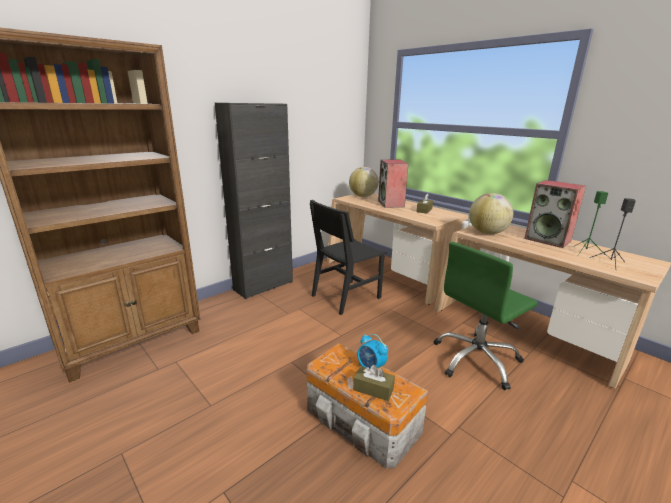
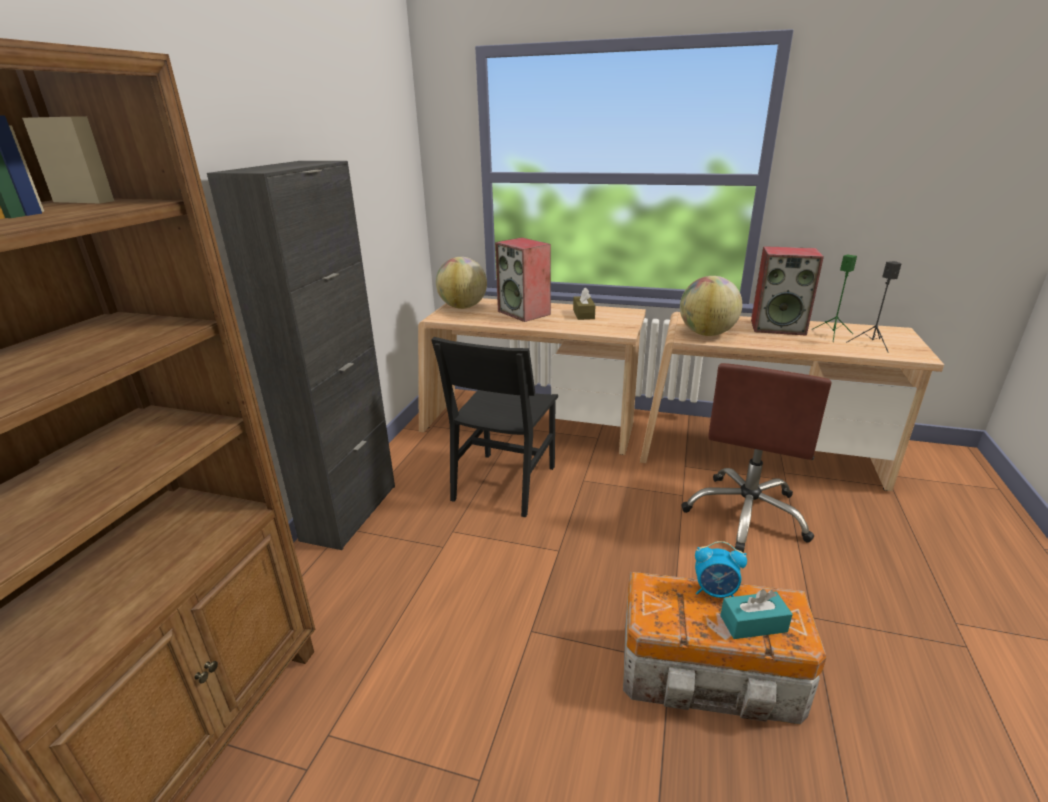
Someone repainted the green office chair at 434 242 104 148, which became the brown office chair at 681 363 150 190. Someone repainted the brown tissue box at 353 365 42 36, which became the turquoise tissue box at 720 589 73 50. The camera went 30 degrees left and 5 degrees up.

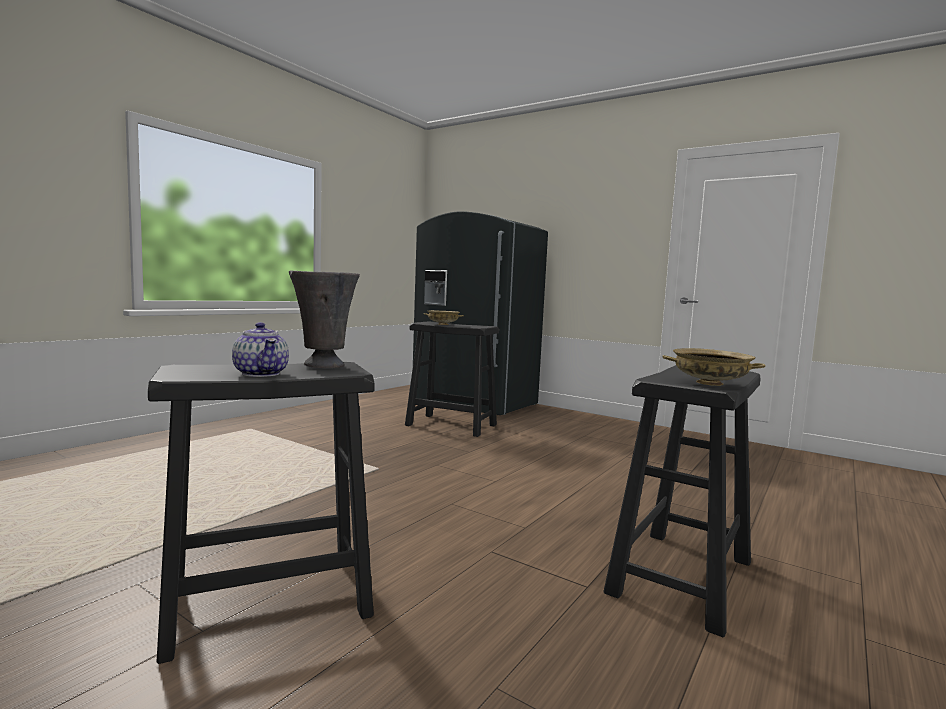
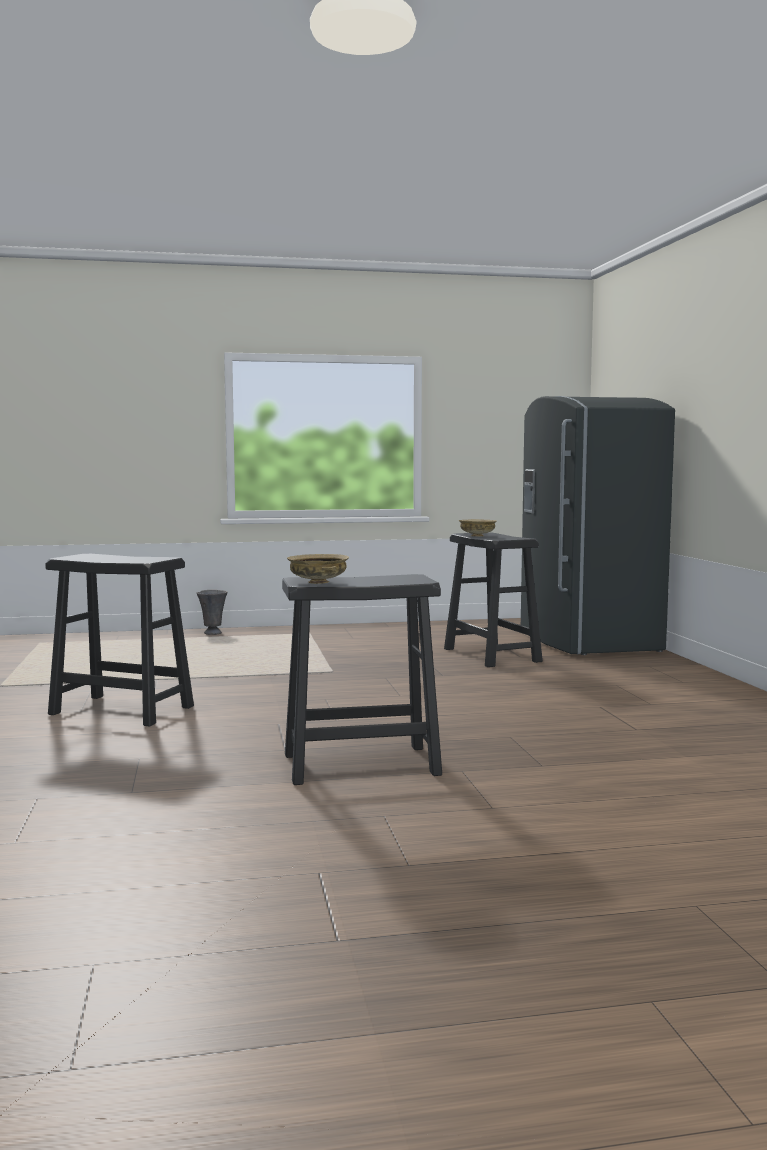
Someone carried the grey vase from 289 270 71 99 to 197 590 30 45. Someone took away the teapot at 232 322 57 55. The camera went 45 degrees right and 0 degrees up.

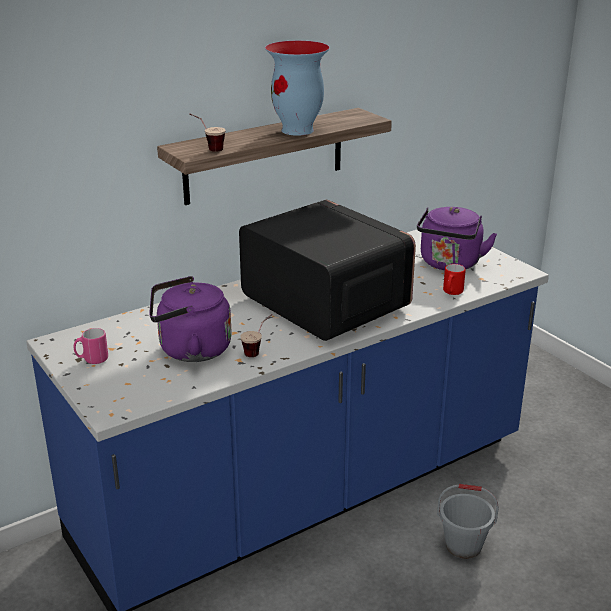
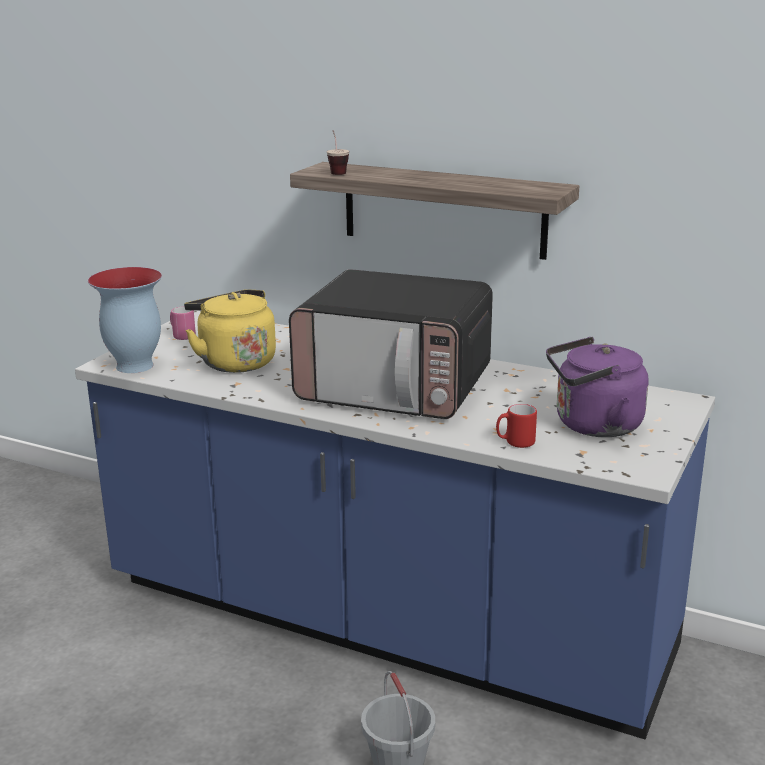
Someone carried the vase from 265 40 65 96 to 88 267 74 106. Someone rotated the microwave at 239 200 177 141 by 90 degrees clockwise. Someone repainted the purple kettle at 149 276 83 86, which became the yellow kettle at 184 289 92 84. Someone took away the cup at 240 314 32 43. The camera went 60 degrees right and 5 degrees down.

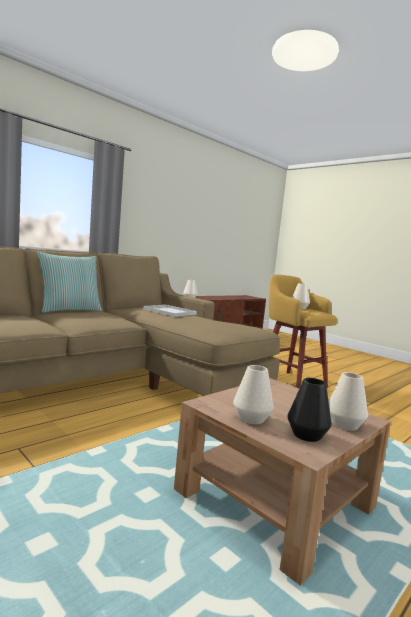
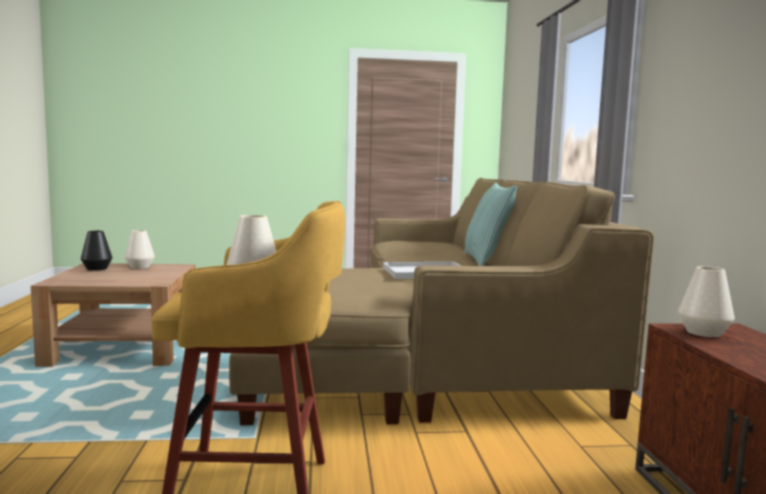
Someone took away the white vase at 329 372 39 59. The camera went 130 degrees right and 0 degrees up.

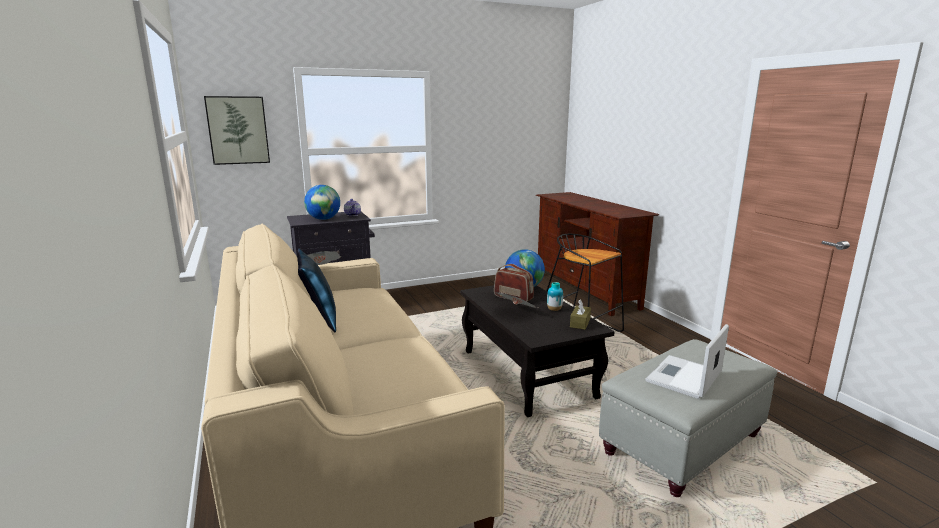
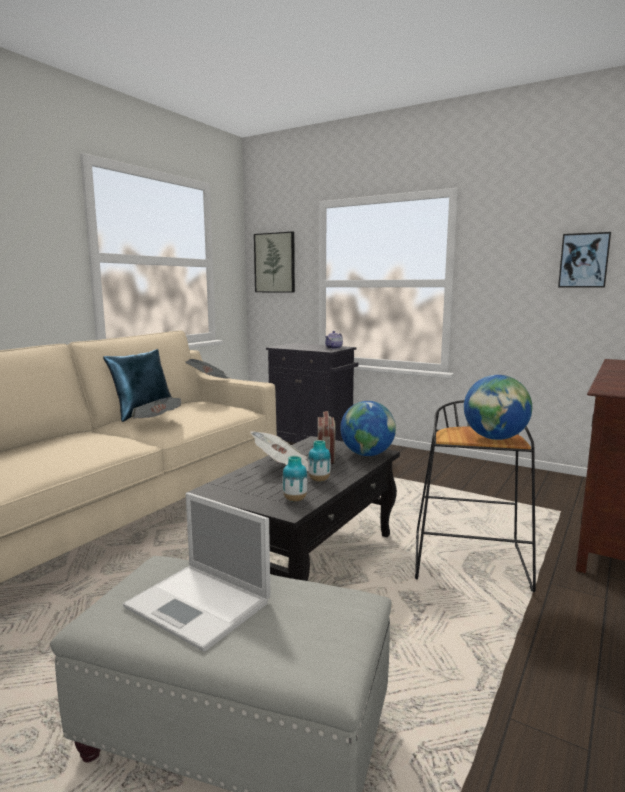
Someone carried the globe from 304 185 36 35 to 464 375 68 65. Someone swapped the brown tissue box at 570 299 21 31 for the vase at 283 456 24 46. Someone rotated the laptop at 646 324 83 75 by 150 degrees counterclockwise. Someone put up the picture at 558 232 53 55. Someone put down the newspaper at 131 397 50 22. The camera went 55 degrees right and 5 degrees down.

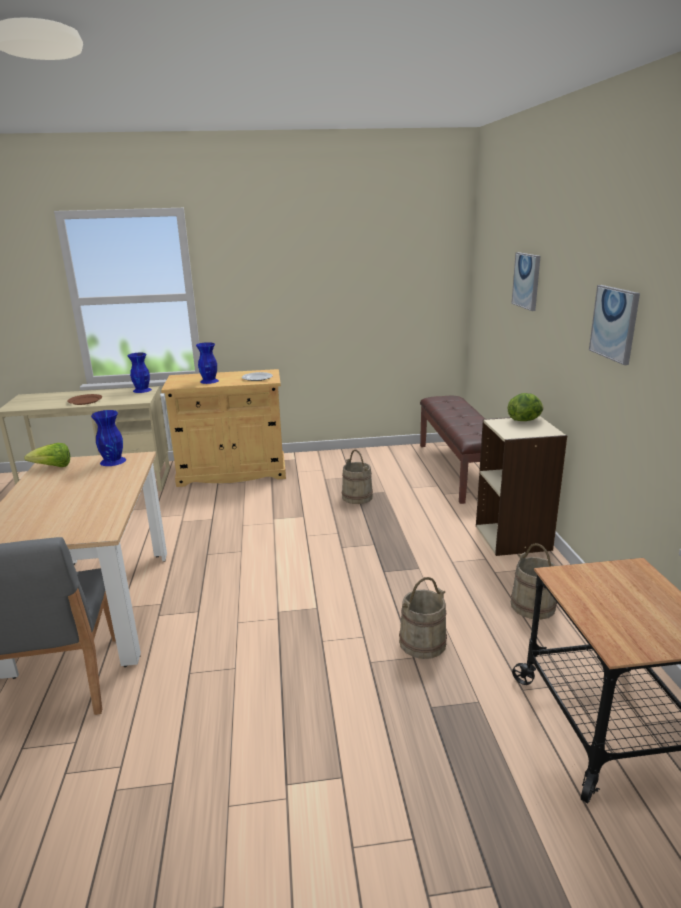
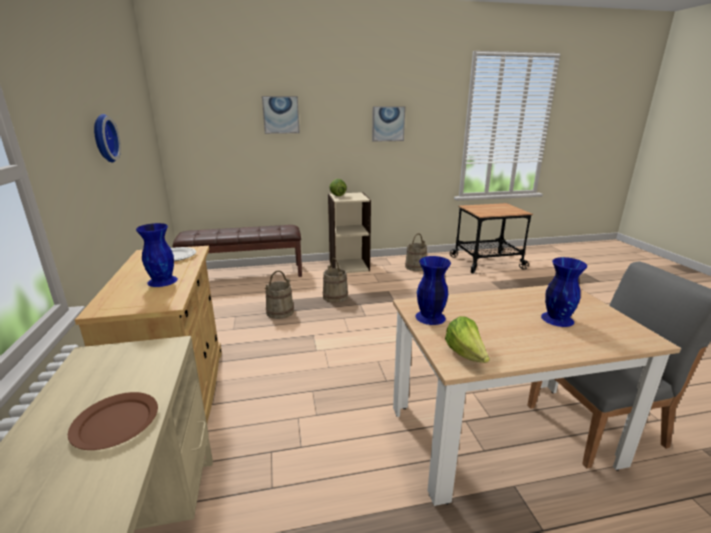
Someone carried the blue vase from 128 353 24 40 to 541 257 46 70. Someone carried the beige bucket from 399 577 48 82 to 323 258 25 45. Someone put up the wall clock at 94 114 27 48. The camera went 95 degrees left and 0 degrees up.

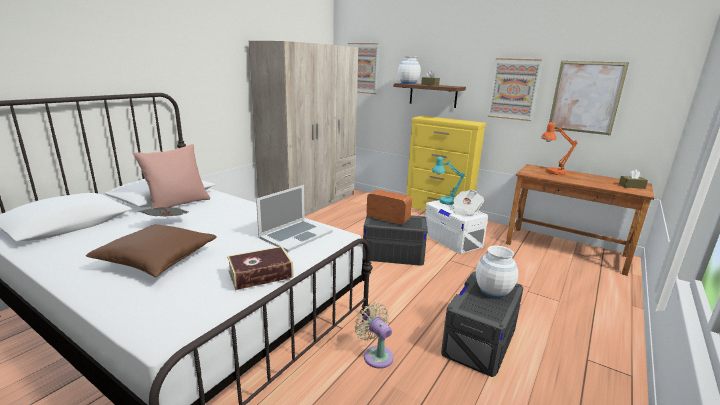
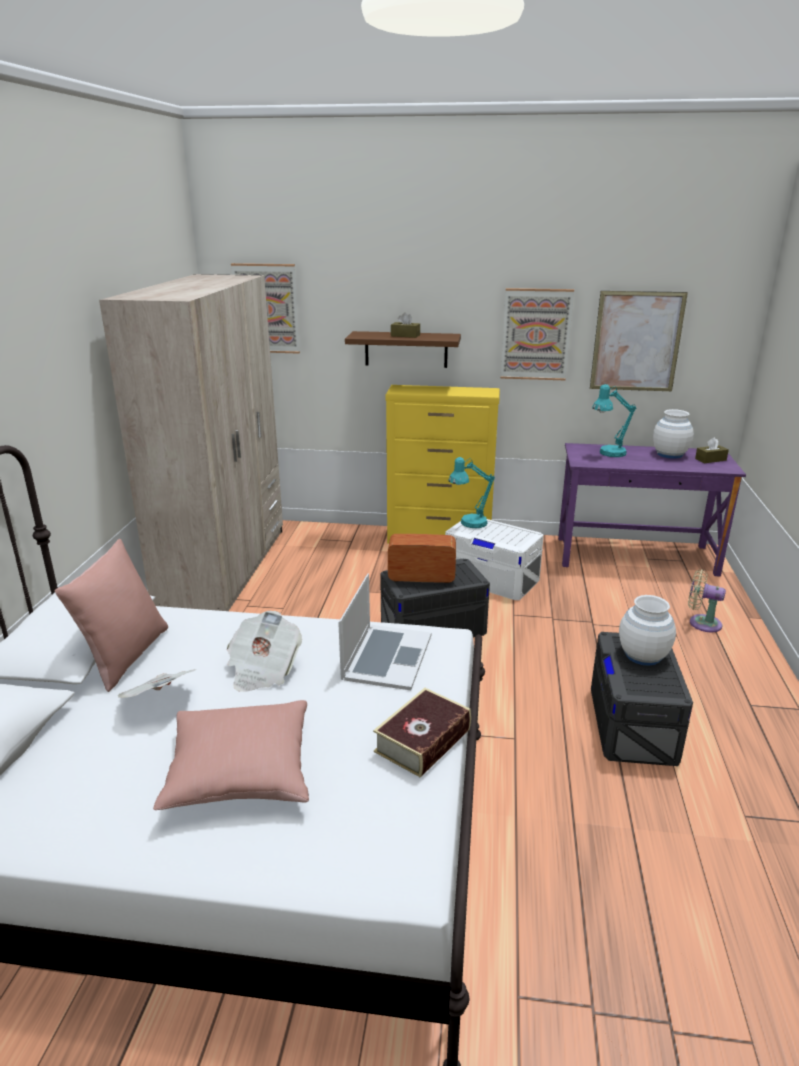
Someone carried the white vase from 398 56 23 28 to 653 409 41 50. Someone repainted the orange table lamp at 541 122 37 53, which became the turquoise table lamp at 592 384 44 73. Someone repainted the brown desk at 506 164 148 112, which became the purple desk at 558 443 188 134. Someone carried the newspaper from 452 190 32 25 to 227 611 75 81. Someone repainted the brown pillow at 86 224 130 53, which became the pink pillow at 153 700 156 110. Someone carried the beige fan from 355 302 39 67 to 688 569 38 64. The camera went 25 degrees left and 5 degrees up.

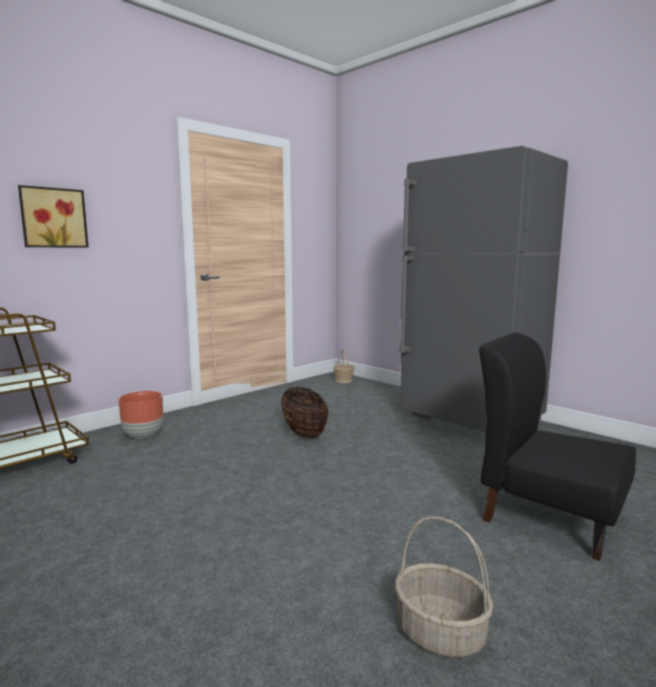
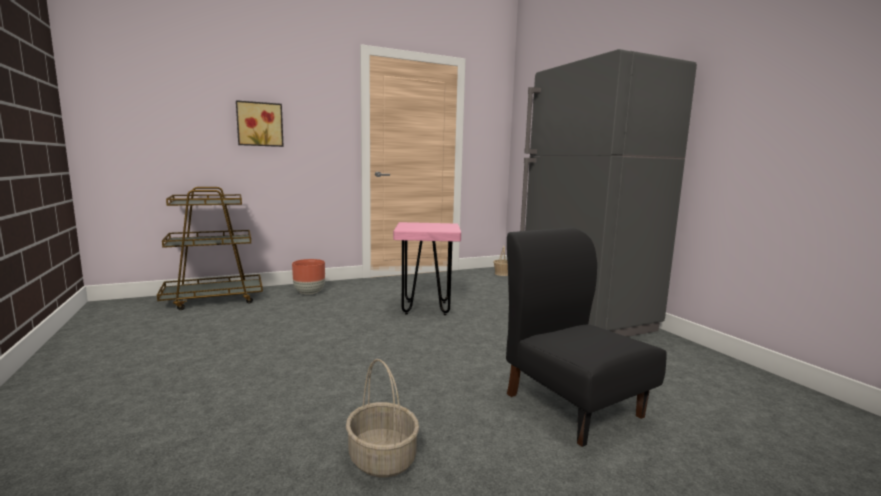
Someone swapped the basket at 281 387 47 51 for the pink stool at 393 222 68 93. The camera went 20 degrees right and 0 degrees up.

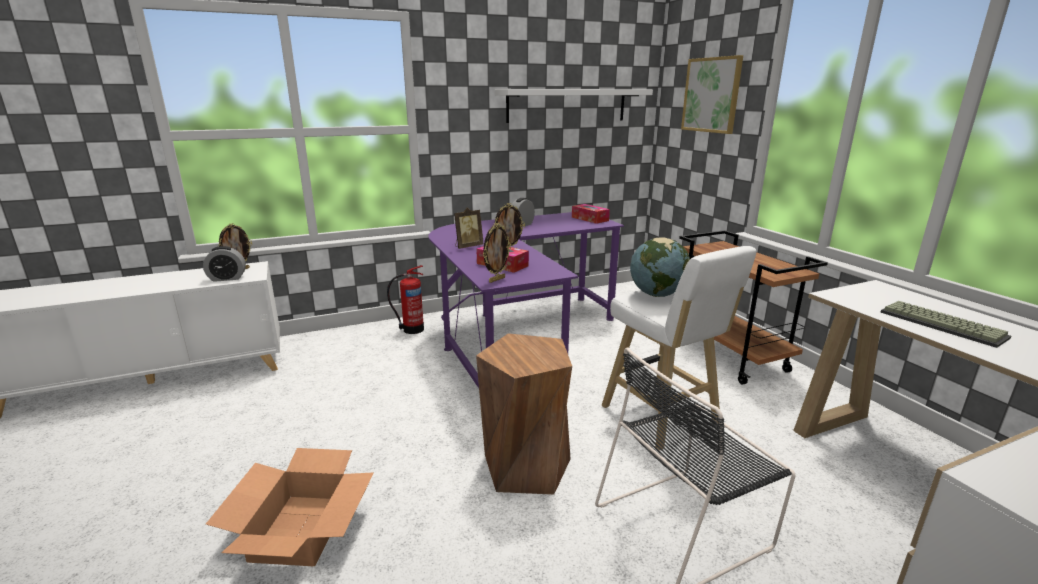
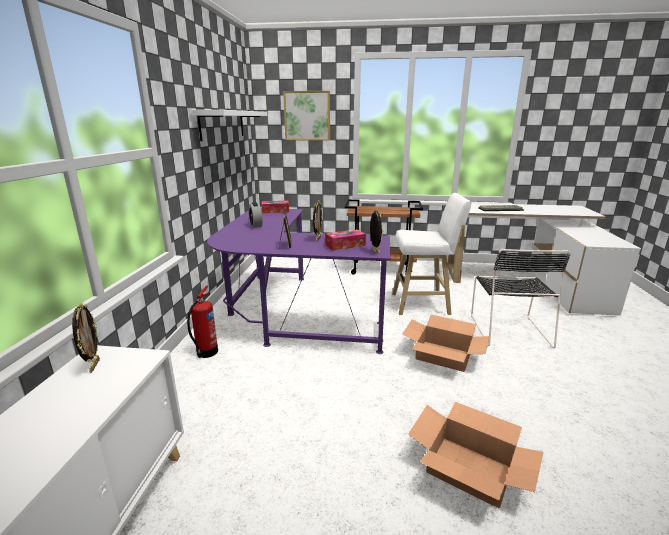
Someone took away the globe at 630 237 60 60. Someone took away the alarm clock at 203 246 43 36. Someone swapped the brown stool at 476 333 96 162 for the cardboard box at 402 315 88 57. The camera went 60 degrees left and 0 degrees up.

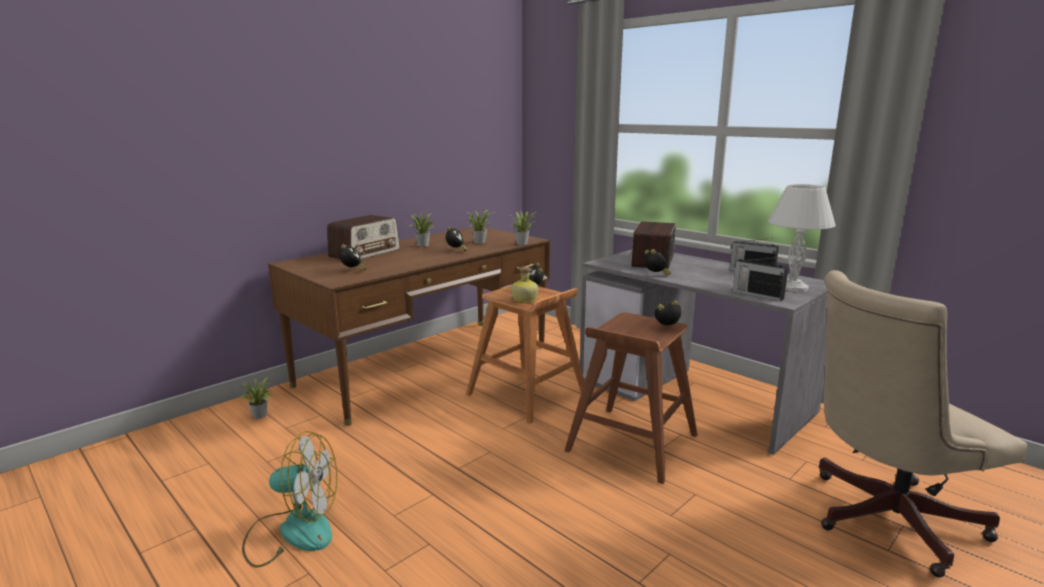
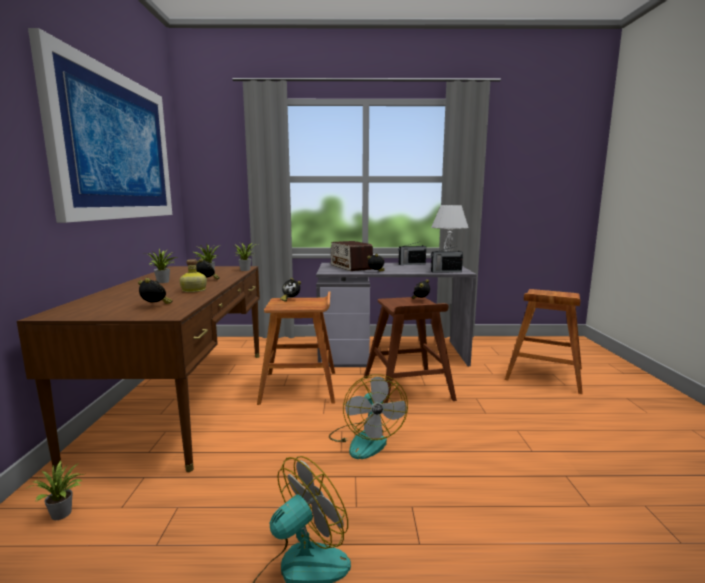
Someone took away the radio at 327 215 73 45. Someone carried the bottle from 511 267 27 36 to 179 259 28 33. Someone swapped the beige office chair at 819 270 208 307 for the brown stool at 505 289 78 105. Someone put up the picture at 28 28 144 195. Someone put down the fan at 329 374 79 85. The camera went 45 degrees left and 5 degrees down.

